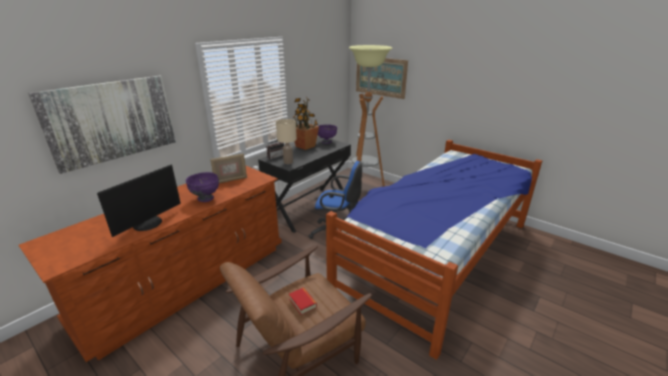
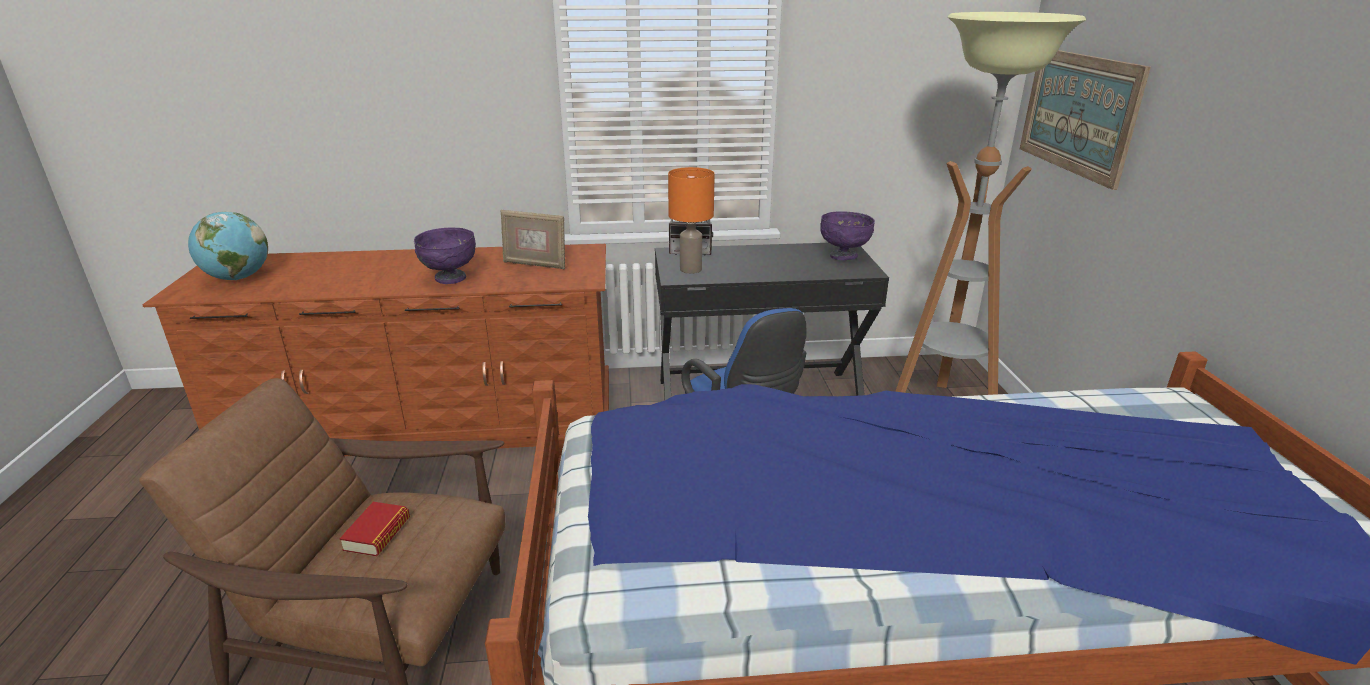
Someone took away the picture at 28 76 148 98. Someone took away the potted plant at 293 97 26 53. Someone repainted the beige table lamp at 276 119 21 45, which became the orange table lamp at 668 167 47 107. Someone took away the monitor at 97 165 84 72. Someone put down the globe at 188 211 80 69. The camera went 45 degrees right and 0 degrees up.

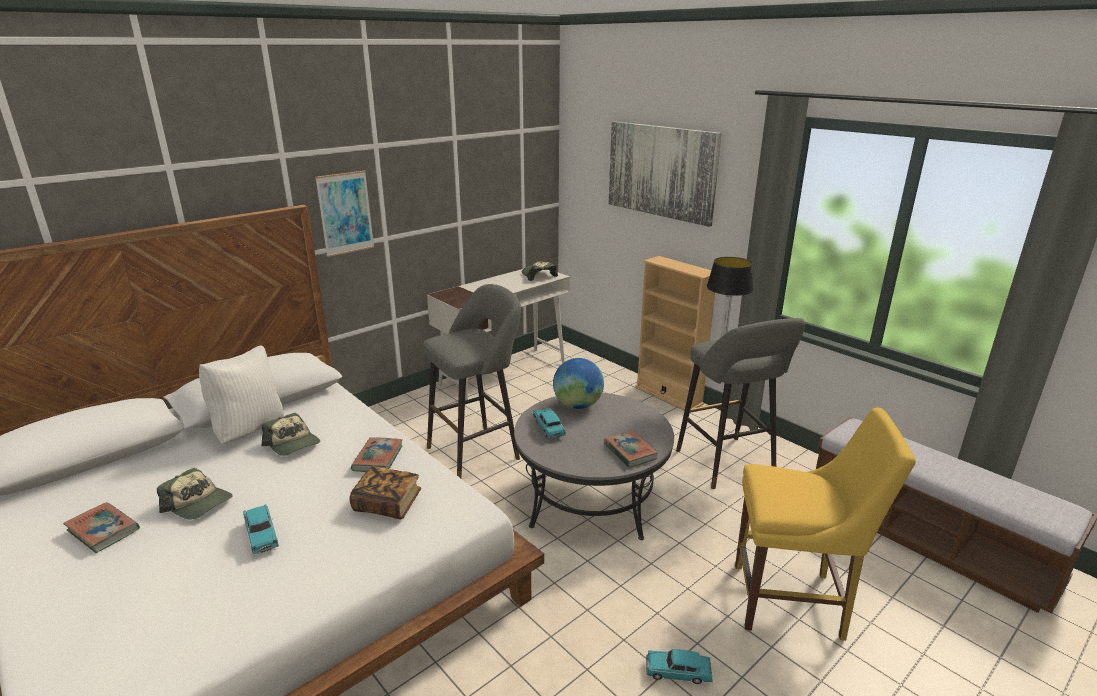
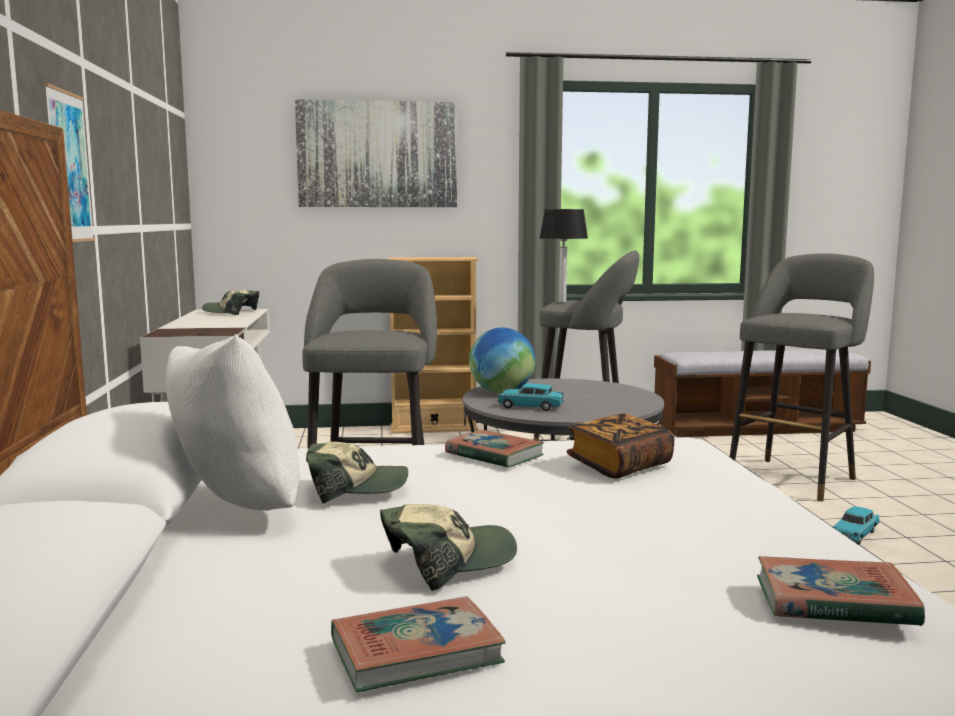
Someone swapped the yellow chair at 735 408 181 233 for the grey stool at 730 253 144 248. Someone carried the book from 604 430 55 38 to 757 556 168 71. Someone took away the turquoise toy car at 243 504 36 50. The camera went 55 degrees left and 15 degrees down.

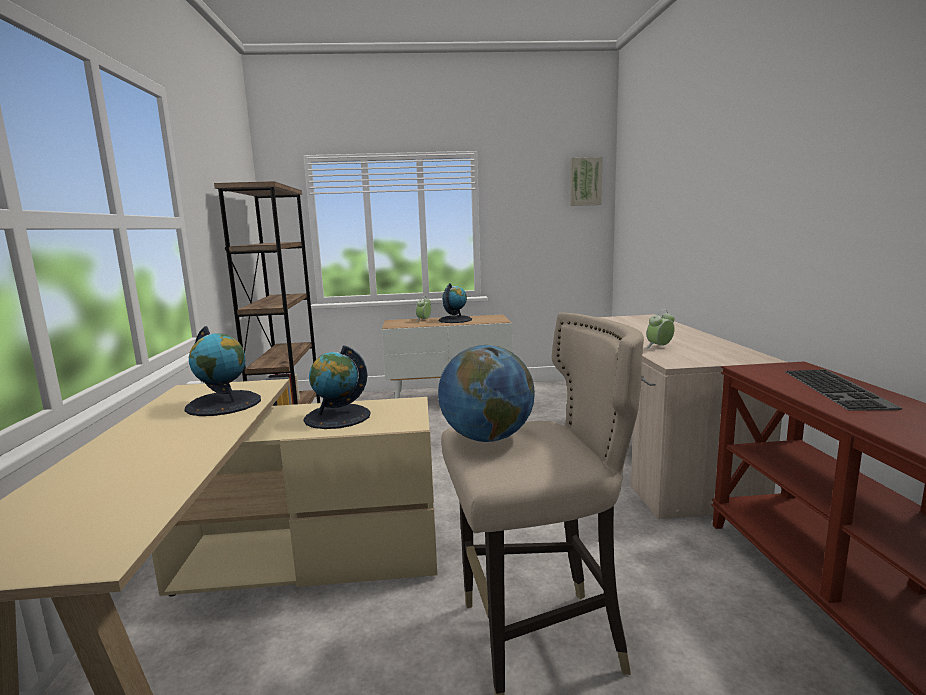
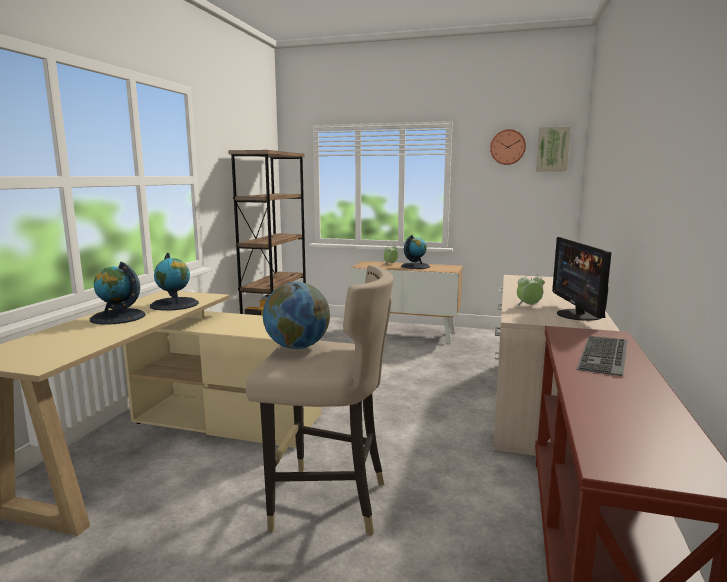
Someone carried the globe from 303 345 68 84 to 90 262 56 63. Someone put up the wall clock at 490 129 36 36. Someone put down the monitor at 552 237 59 84. The camera went 20 degrees right and 0 degrees up.

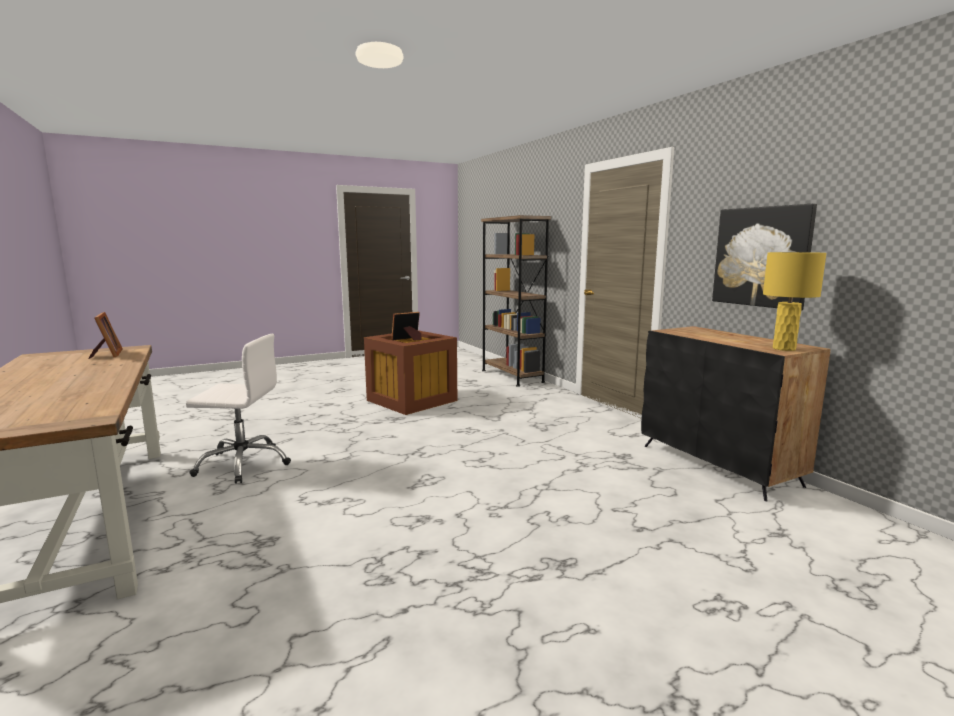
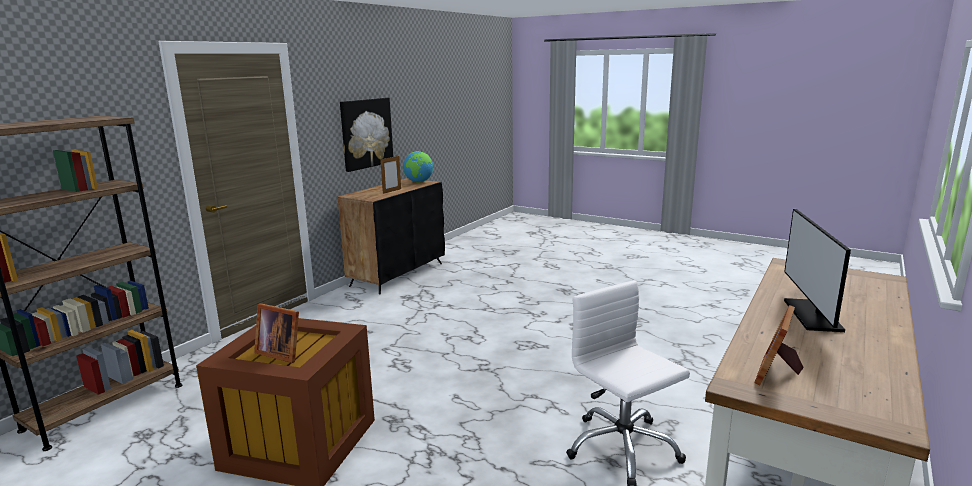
Someone swapped the yellow table lamp at 763 252 64 99 for the globe at 403 151 30 31. Someone put down the picture frame at 380 156 21 38. Someone put down the monitor at 784 209 67 123. The camera went 120 degrees left and 5 degrees up.

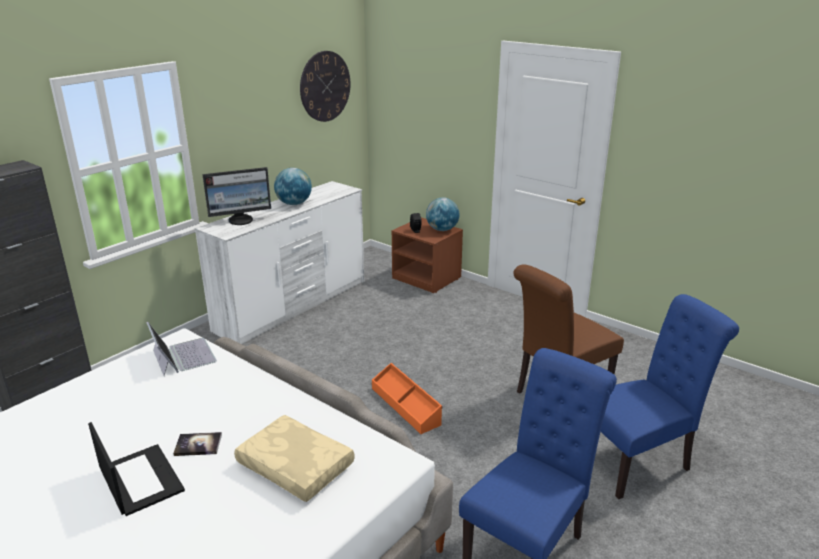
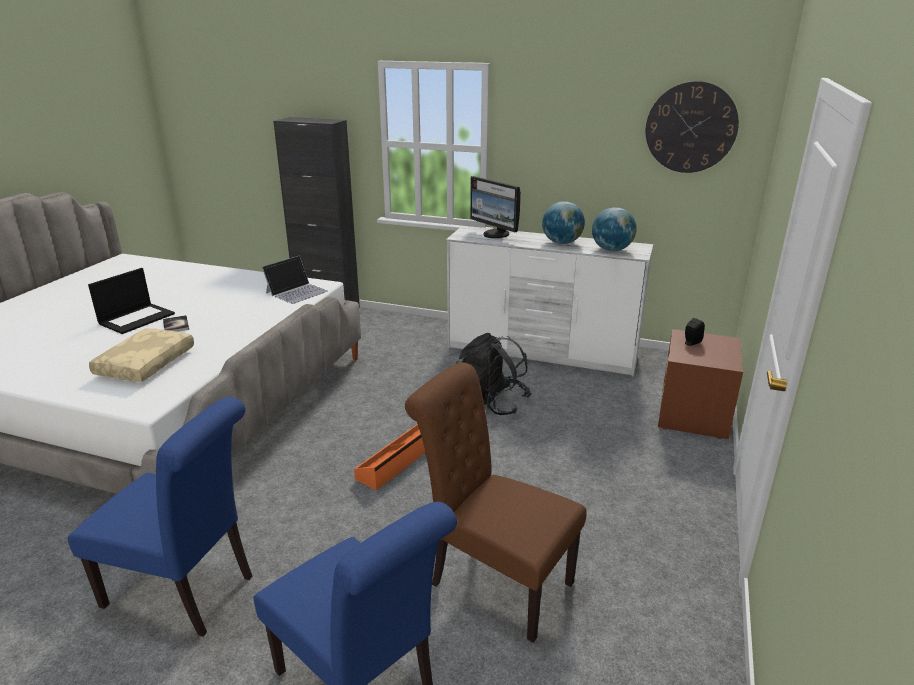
Someone carried the globe from 426 197 34 34 to 592 207 45 44. Someone put down the black backpack at 456 333 76 82. The camera went 70 degrees right and 0 degrees up.

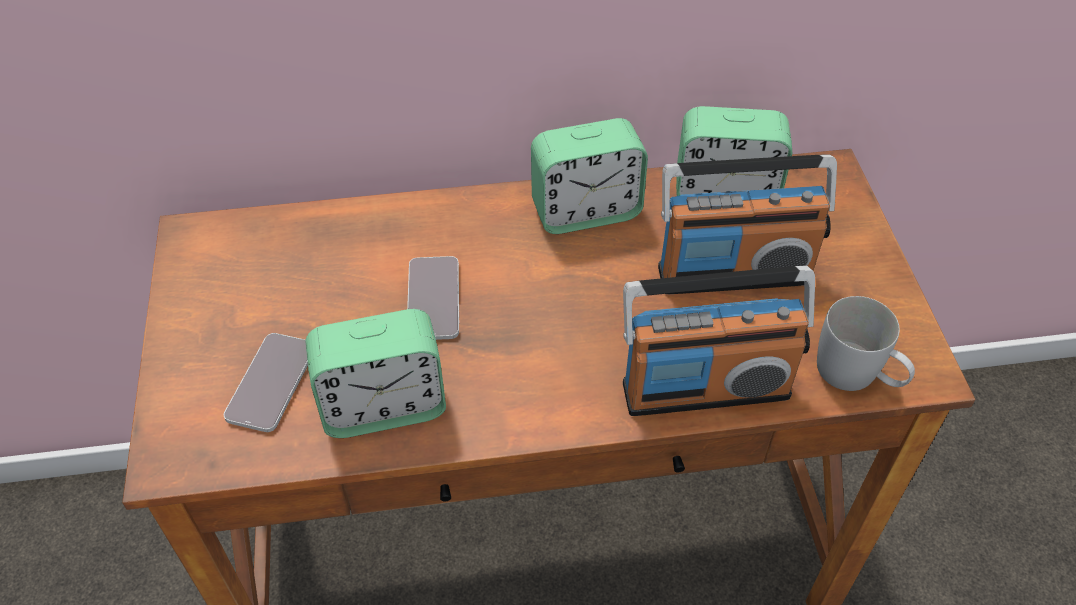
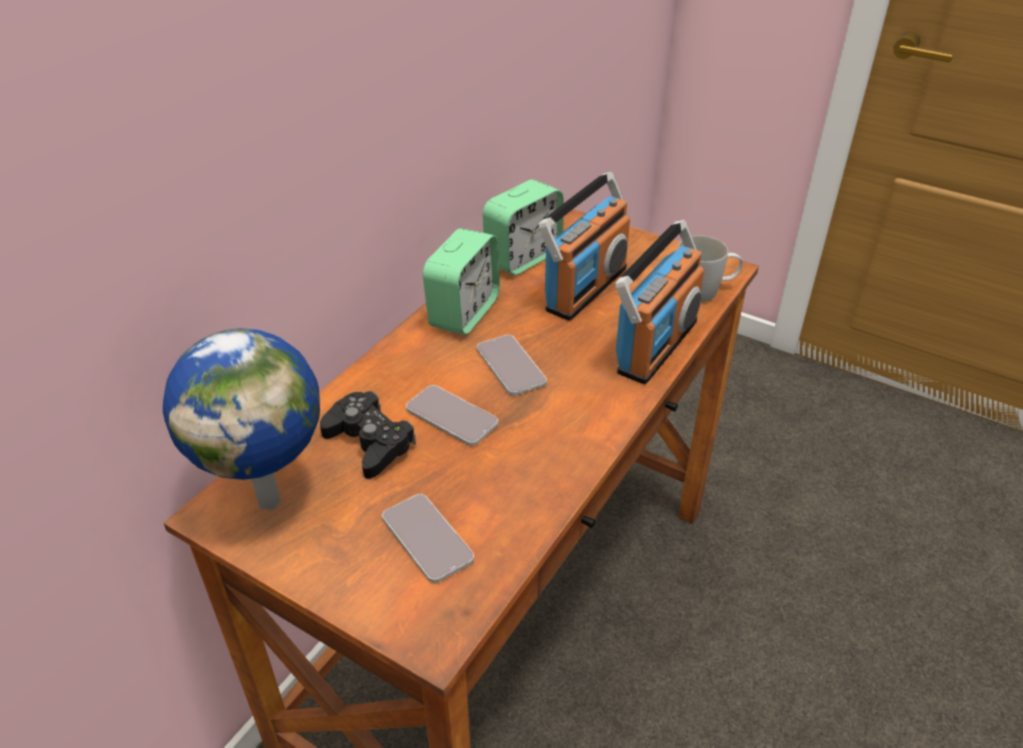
Someone took away the alarm clock at 305 309 141 129. Someone put down the globe at 163 328 157 182. Someone put down the phone at 477 335 70 61. Someone put down the black game controller at 320 391 96 88. The camera went 50 degrees left and 10 degrees down.

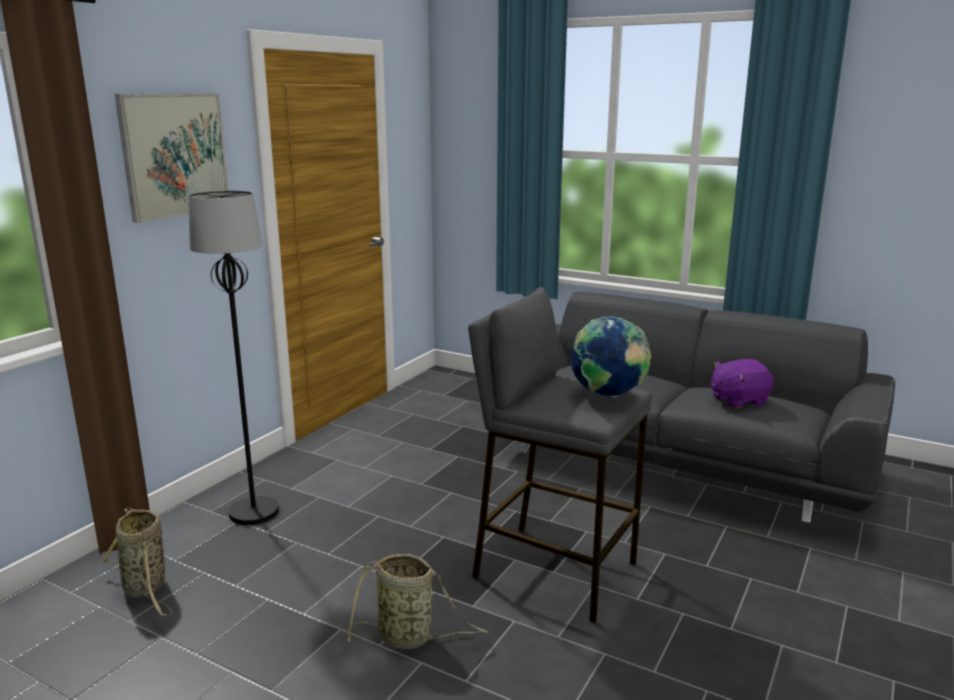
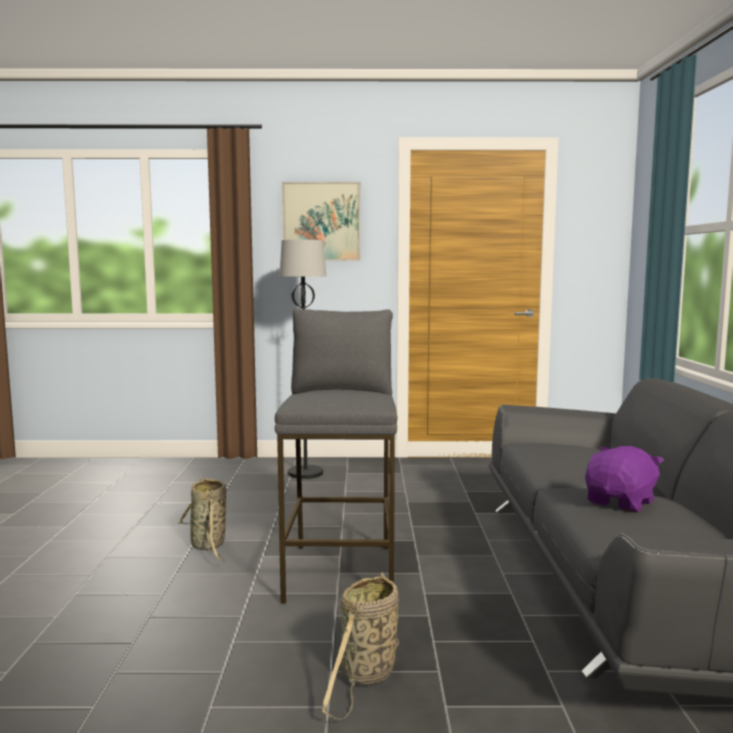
Someone took away the globe at 571 316 80 82. Someone rotated the purple plush toy at 711 359 62 50 by 90 degrees clockwise. Someone carried the basket from 101 508 71 108 to 322 572 77 148. The camera went 60 degrees right and 10 degrees down.

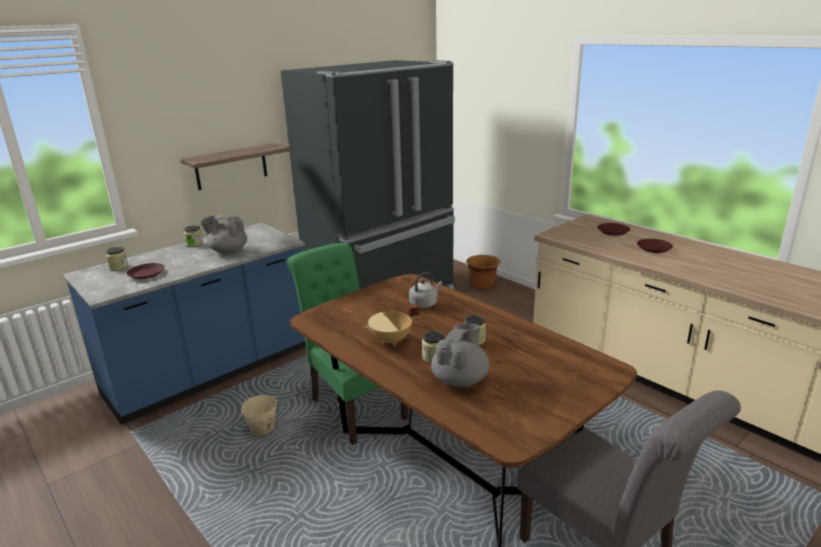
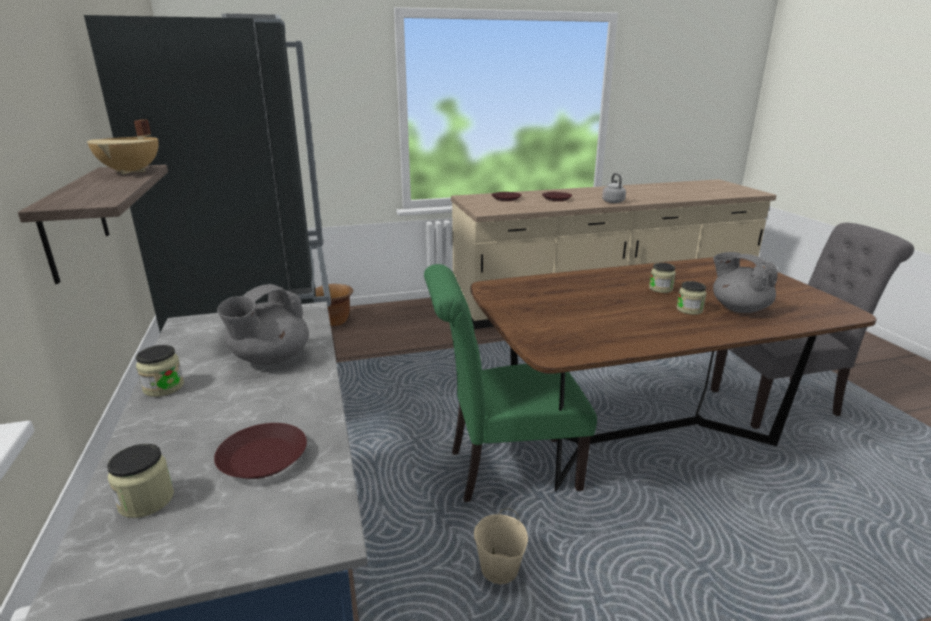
Someone carried the grey kettle from 409 272 33 36 to 602 173 24 30. Someone carried the beige cooking pot from 364 304 56 42 to 87 119 72 56. The camera went 65 degrees left and 0 degrees up.

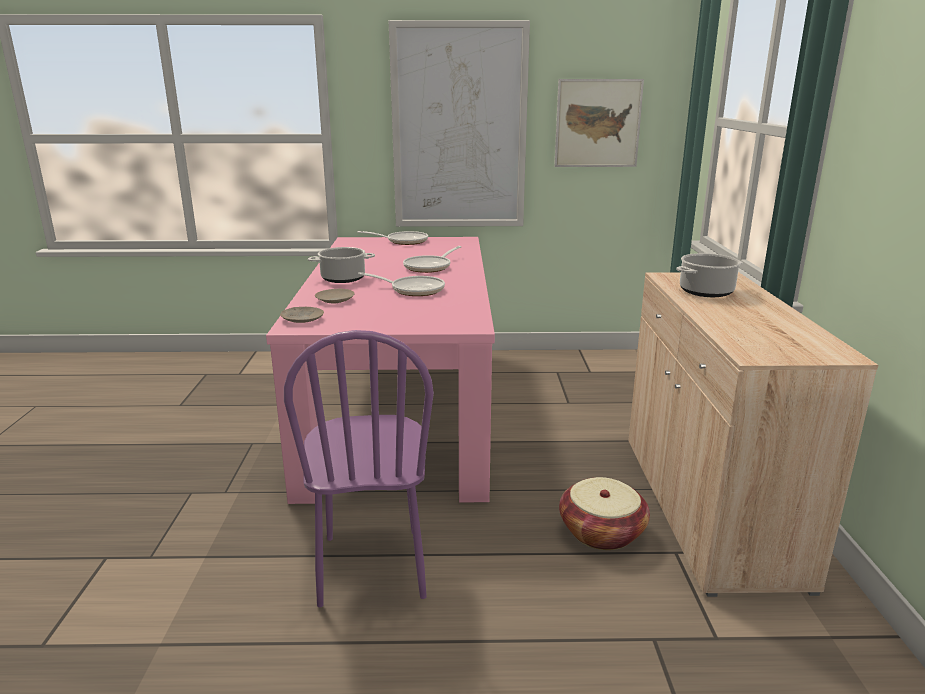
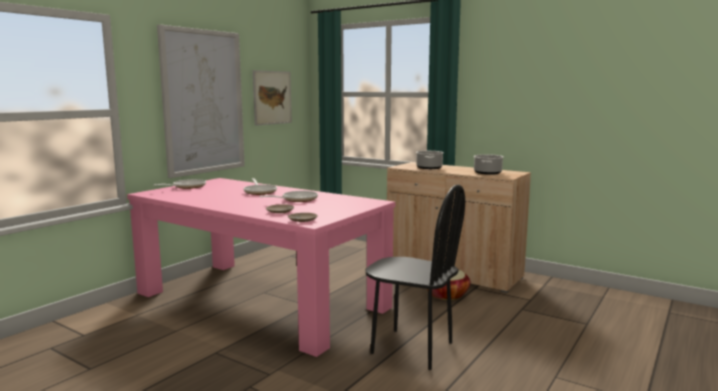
Someone carried the cooking pot from 308 247 67 36 to 474 154 29 21. Someone repainted the purple chair at 284 330 150 277, which became the black chair at 365 184 100 186. The camera went 55 degrees left and 10 degrees down.

